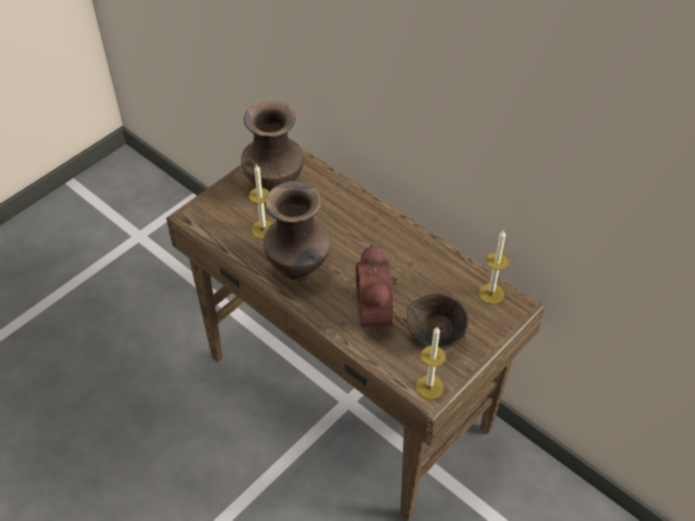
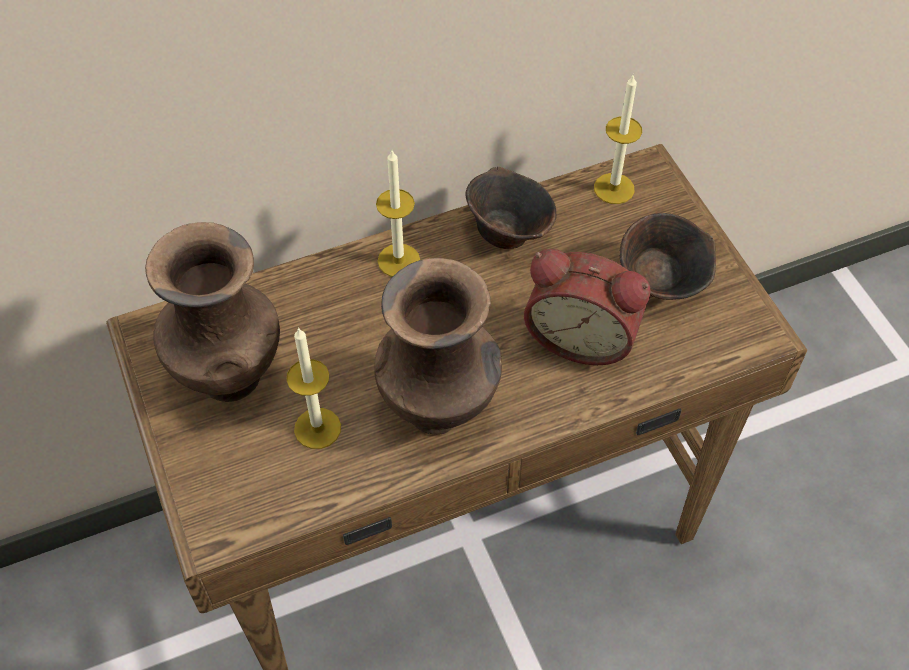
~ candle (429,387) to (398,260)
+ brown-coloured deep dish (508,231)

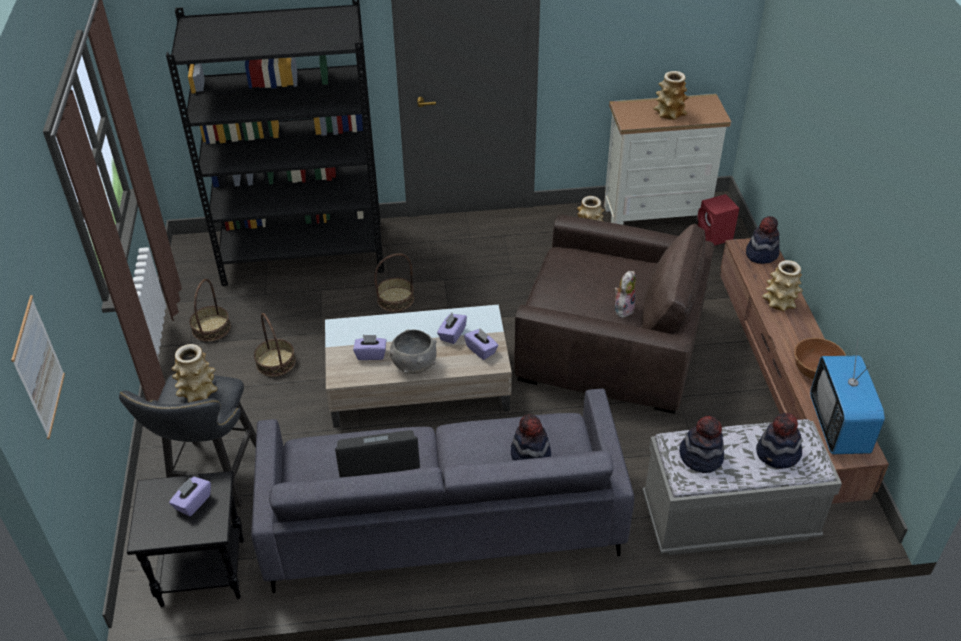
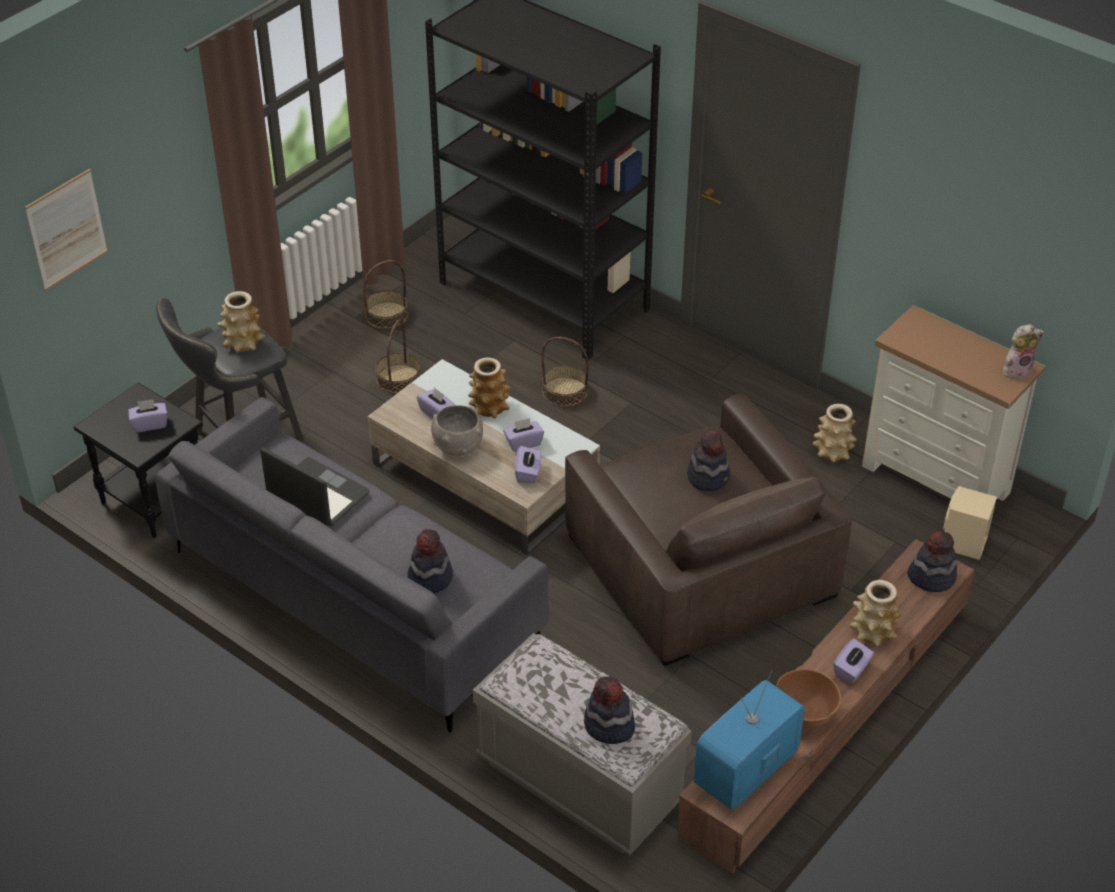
~ soft toy (623,308) to (1017,370)
~ flower vase (669,113) to (489,407)
~ hat (700,457) to (708,476)
~ red audio speaker (714,237) to sand-coloured audio speaker (963,544)
+ purple-coloured box of tissues (852,670)

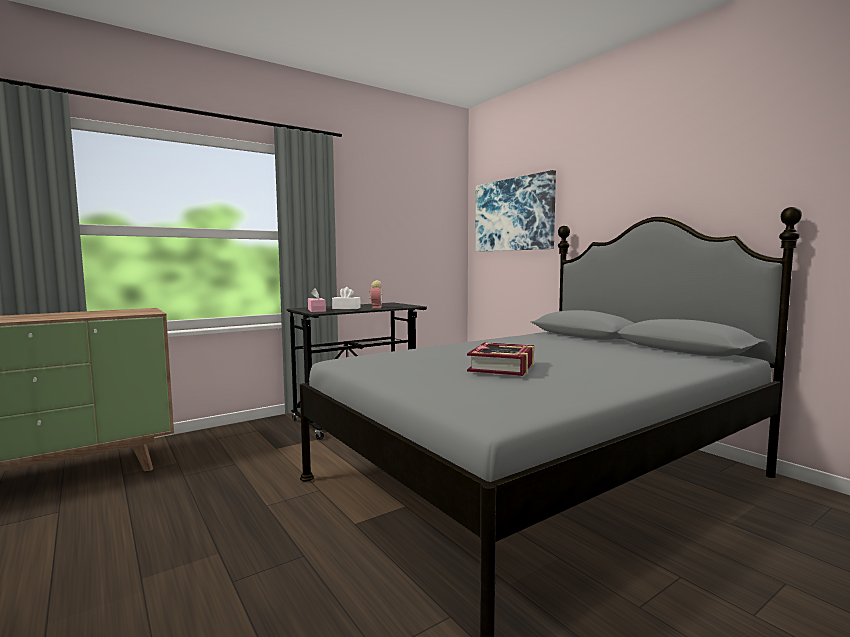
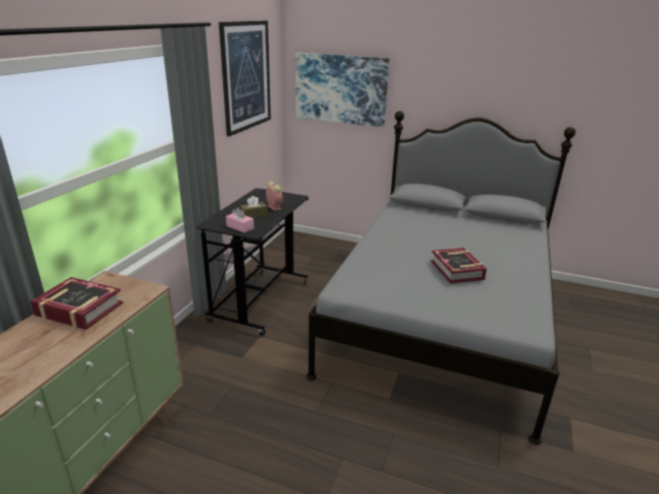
~ white-coloured box of tissues (346,308) to brown-coloured box of tissues (254,215)
+ book (79,309)
+ wall art (246,76)

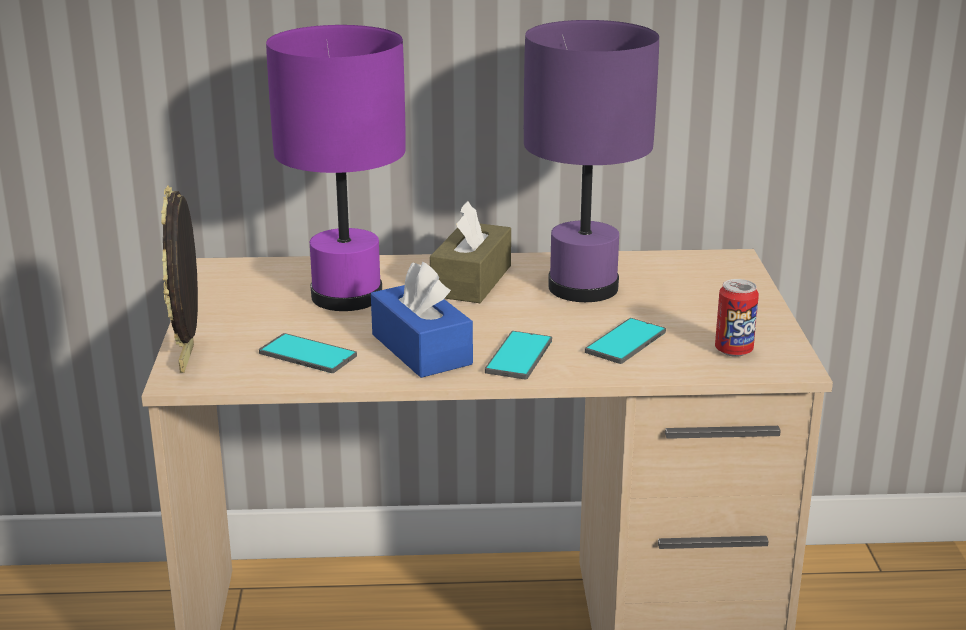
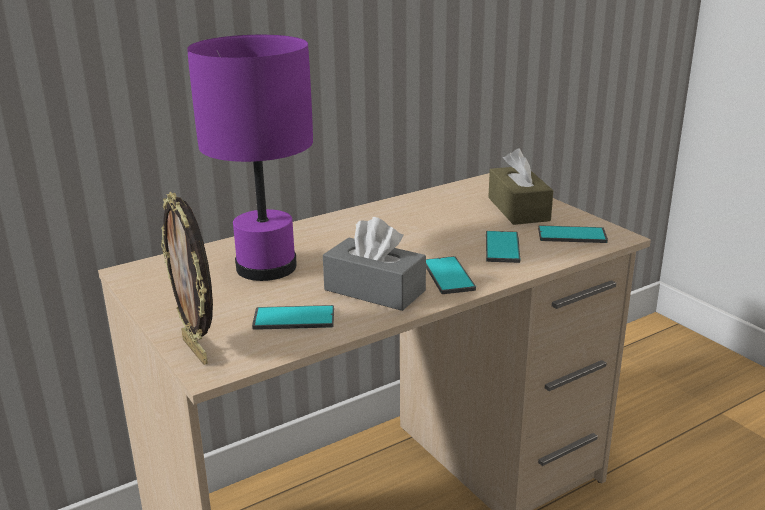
~ blue-coloured box of tissues (421,349) to grey box of tissues (374,290)
~ brown-coloured box of tissues (471,281) to (518,209)
- purple-coloured lamp for a table (583,289)
~ metal can (733,350) to handset (572,235)

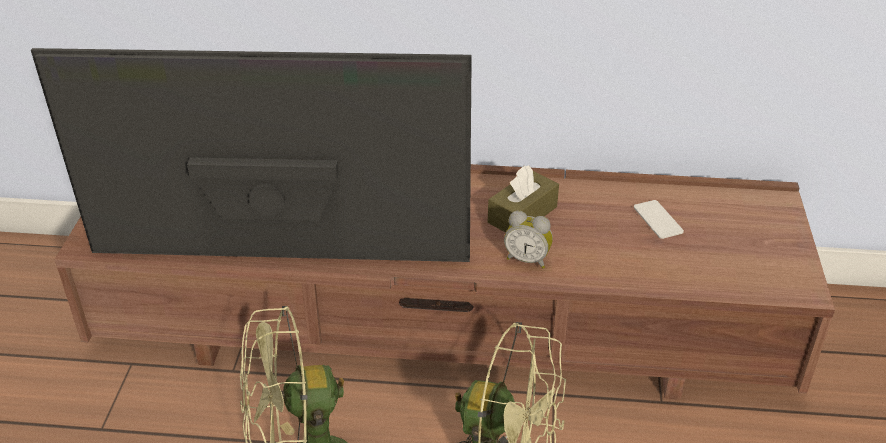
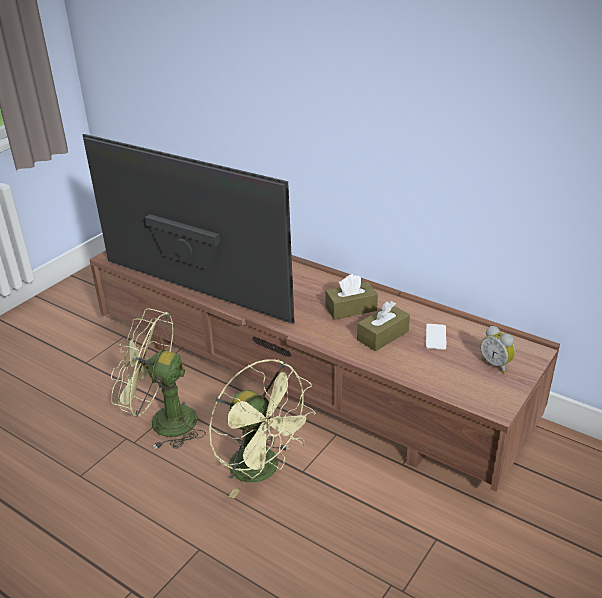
~ alarm clock (527,259) to (496,364)
+ brown-coloured box of tissues (383,335)

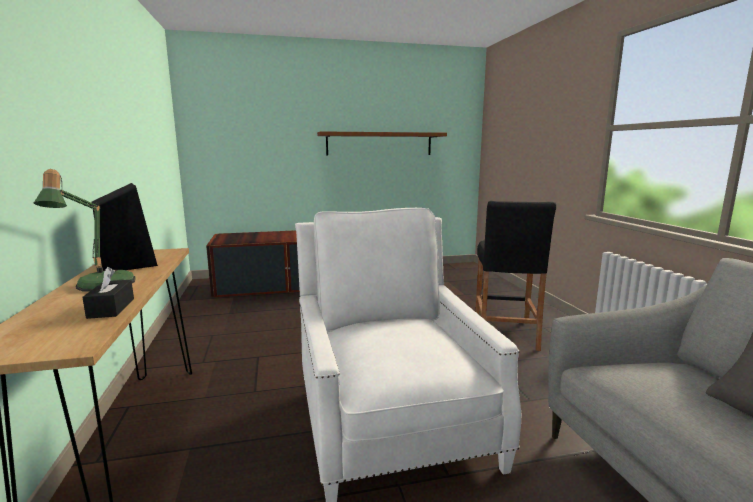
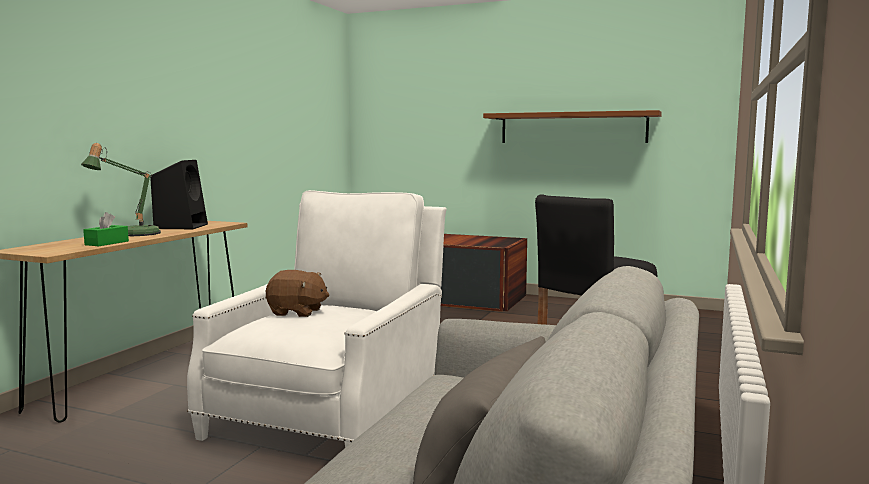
~ black-coloured box of tissues (111,308) to green-coloured box of tissues (107,243)
+ brown-coloured soft toy (297,312)

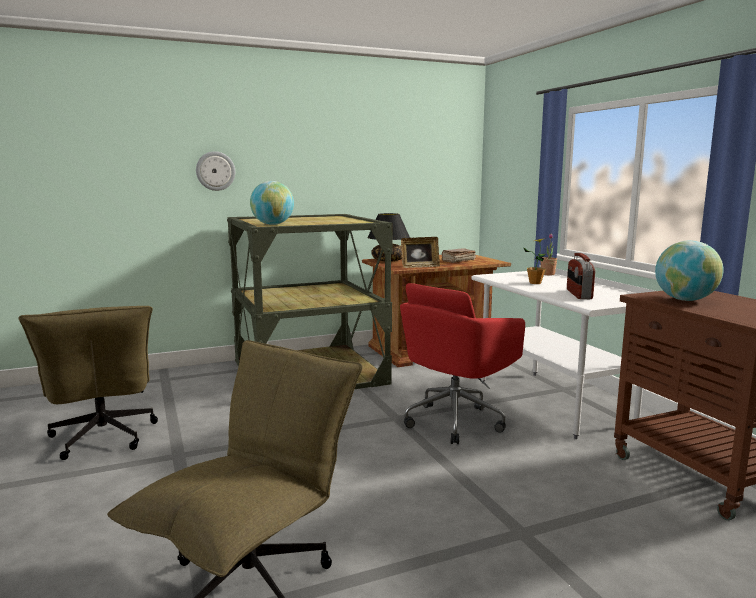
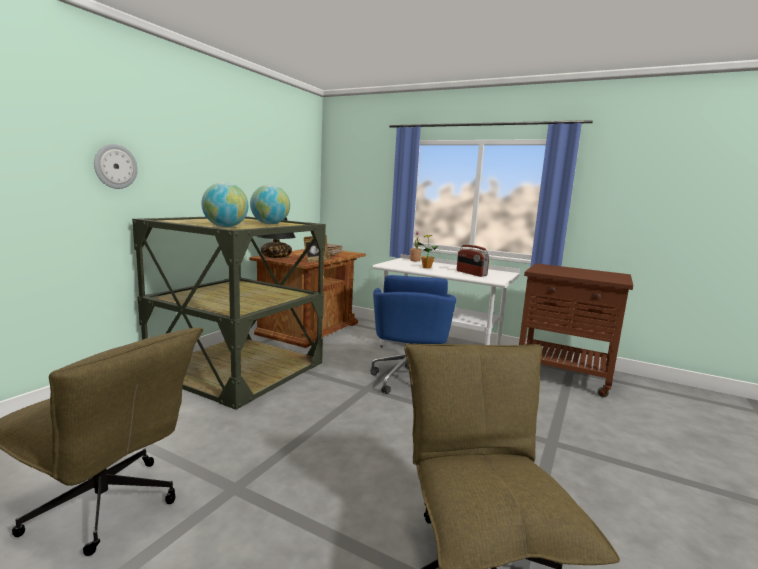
~ red office chair (457,421) to blue-coloured office chair (407,379)
~ world globe (685,300) to (270,224)

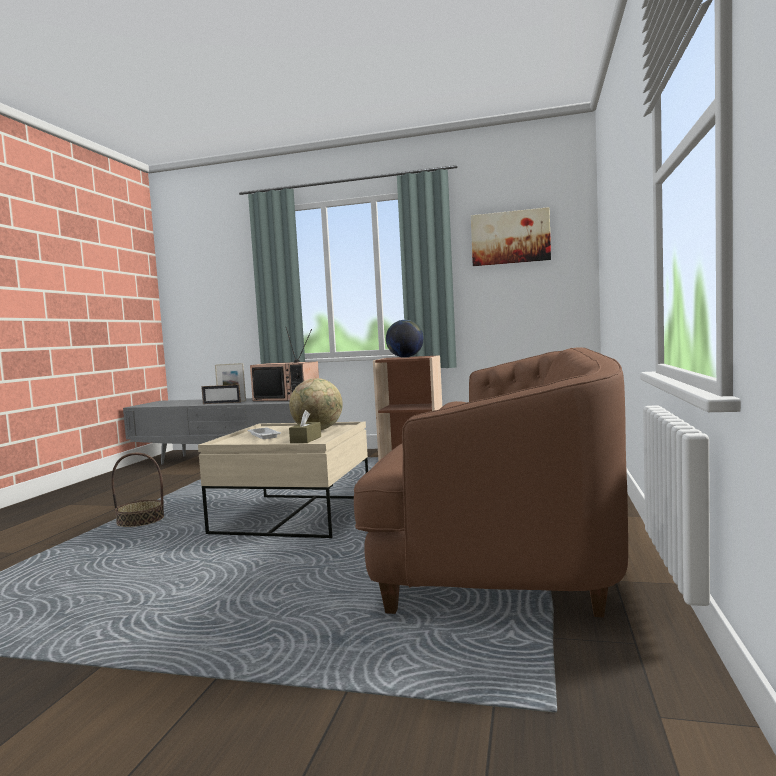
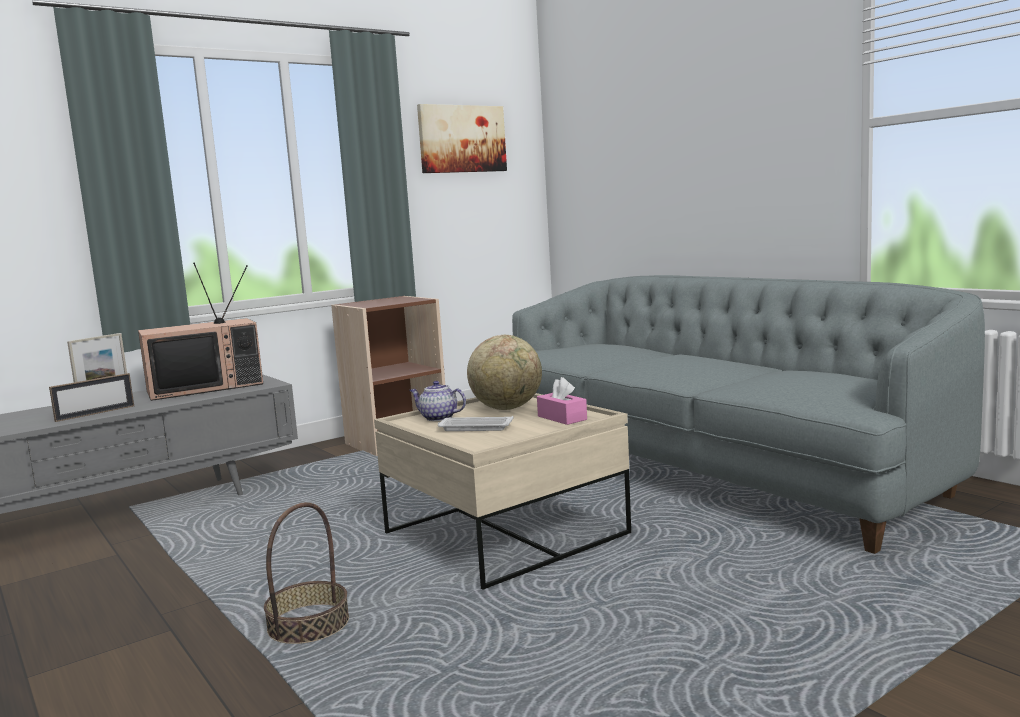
~ brown-coloured box of tissues (306,440) to pink box of tissues (562,418)
~ brown-coloured settee (506,521) to grey settee (704,466)
- world globe (405,357)
+ teapot (437,418)

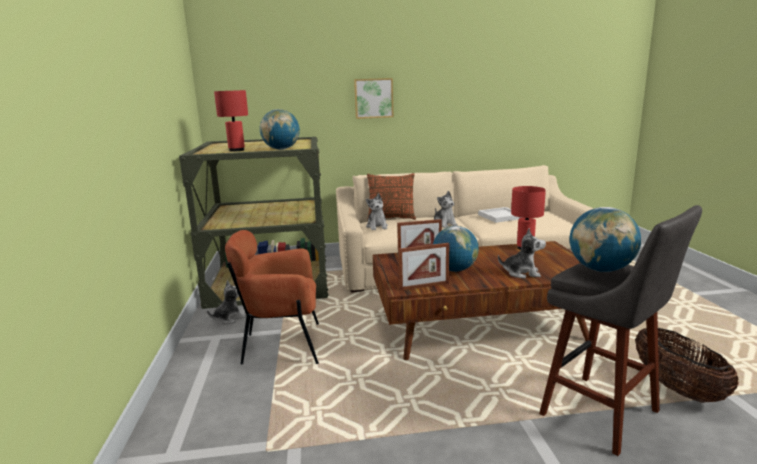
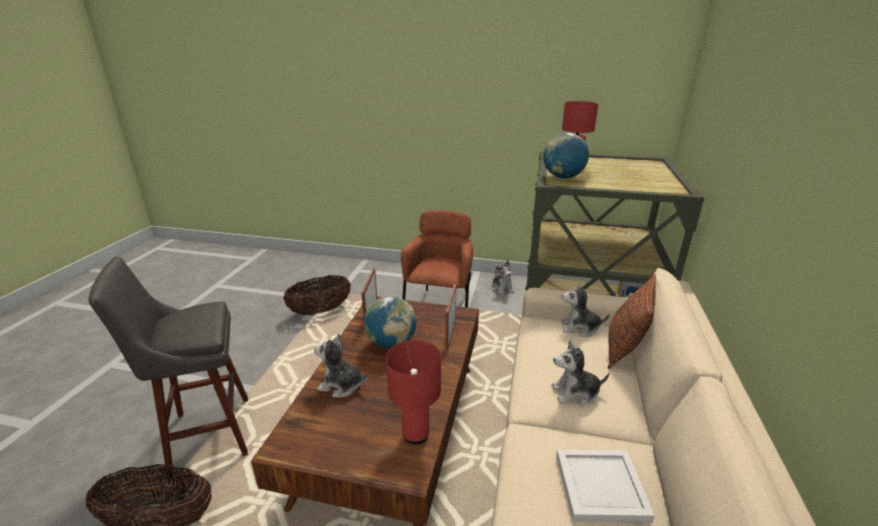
- wall art (373,98)
~ soft toy (521,273) = (341,385) 75 degrees clockwise
- world globe (601,270)
+ storage basket (320,310)

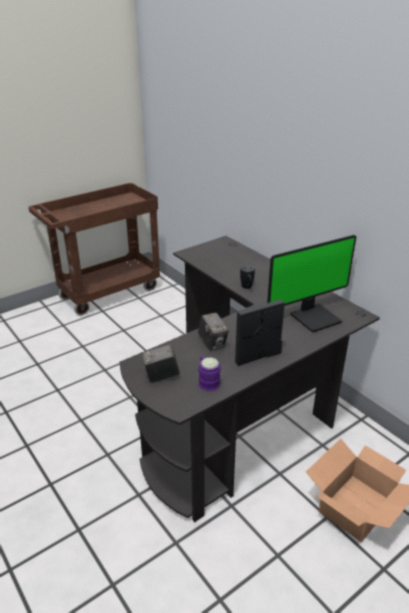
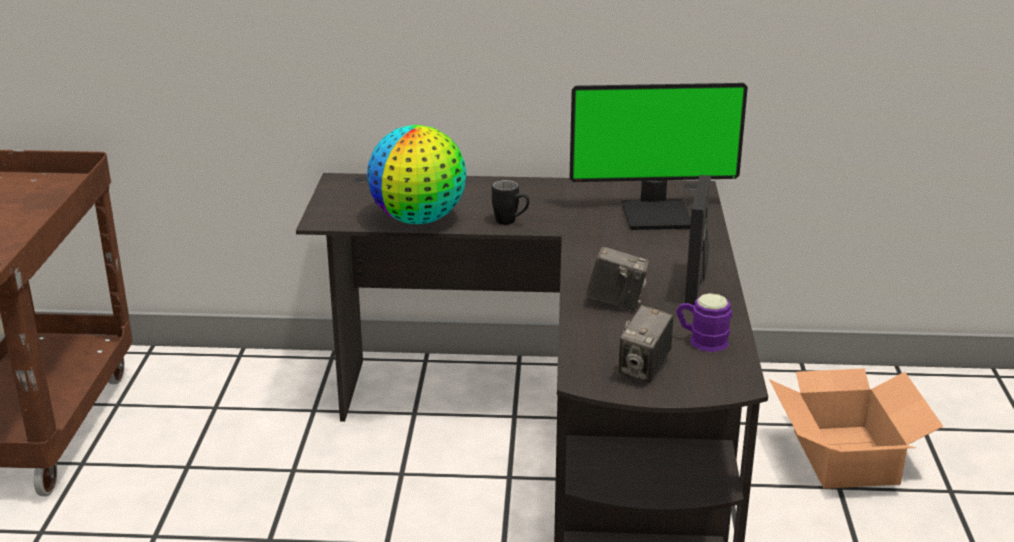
~ computer display (314,317) = (657,214) 75 degrees clockwise
+ world globe (419,219)

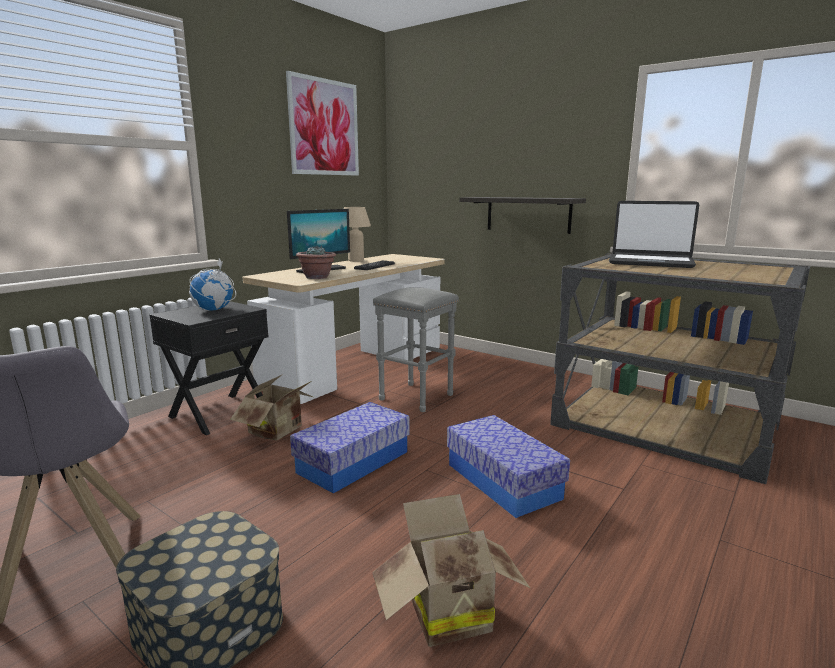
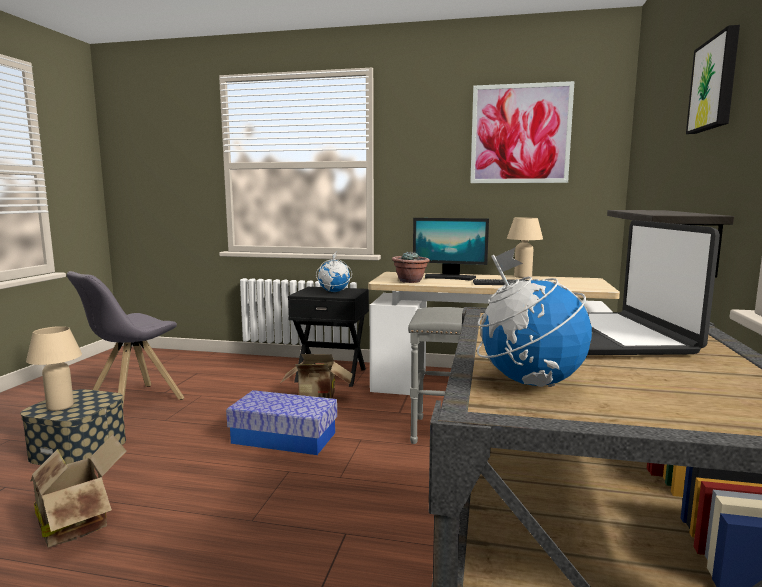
- storage box (502,481)
+ sand-coloured lamp for a table (60,407)
+ world globe (529,382)
+ wall art (715,84)

